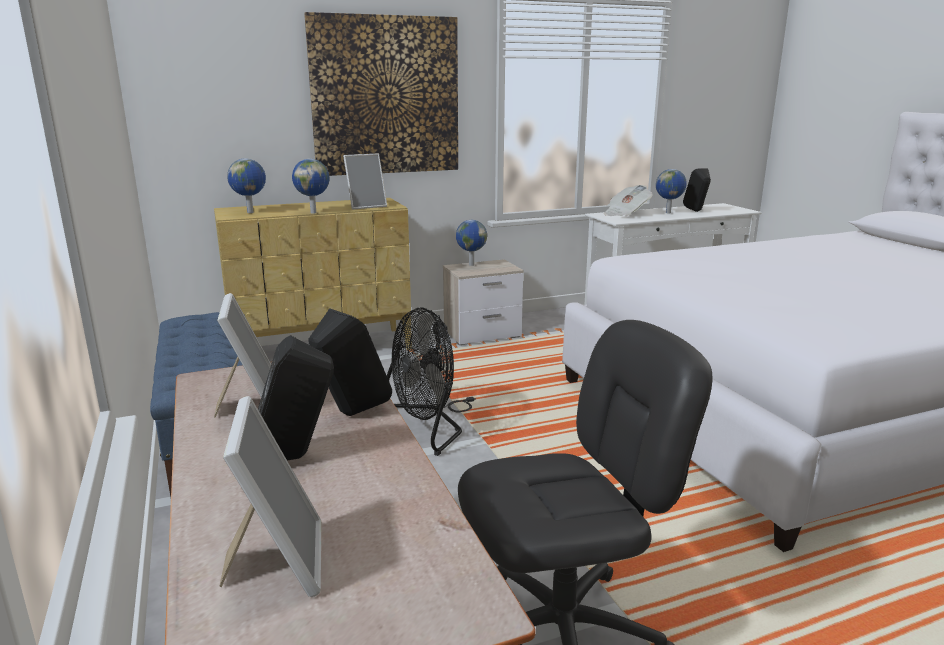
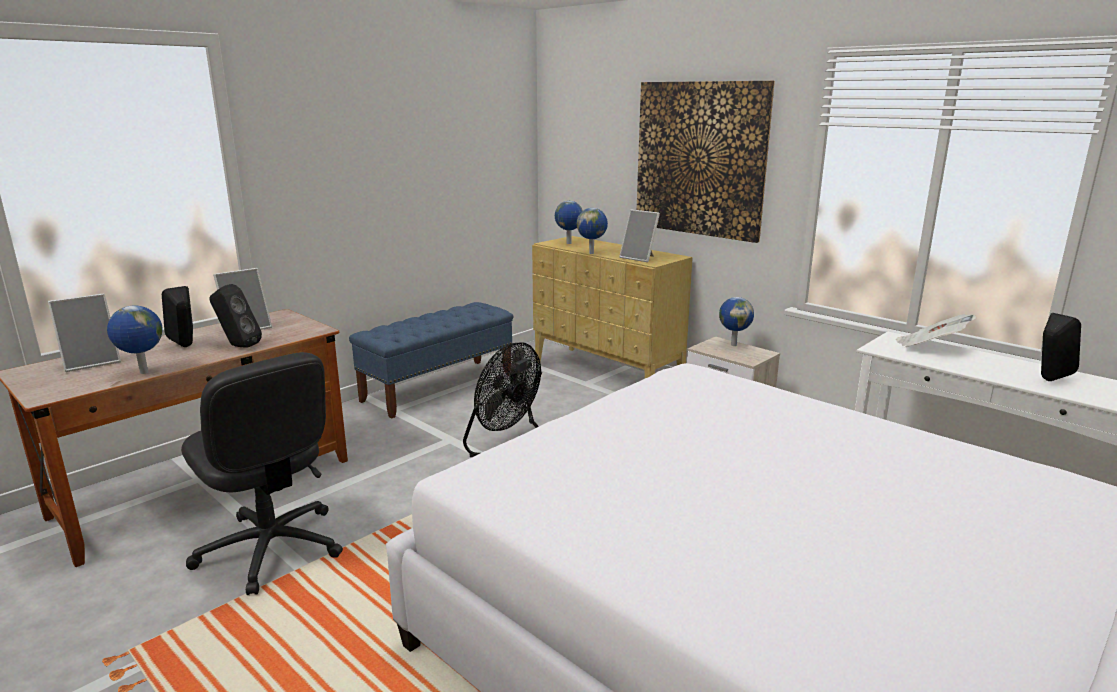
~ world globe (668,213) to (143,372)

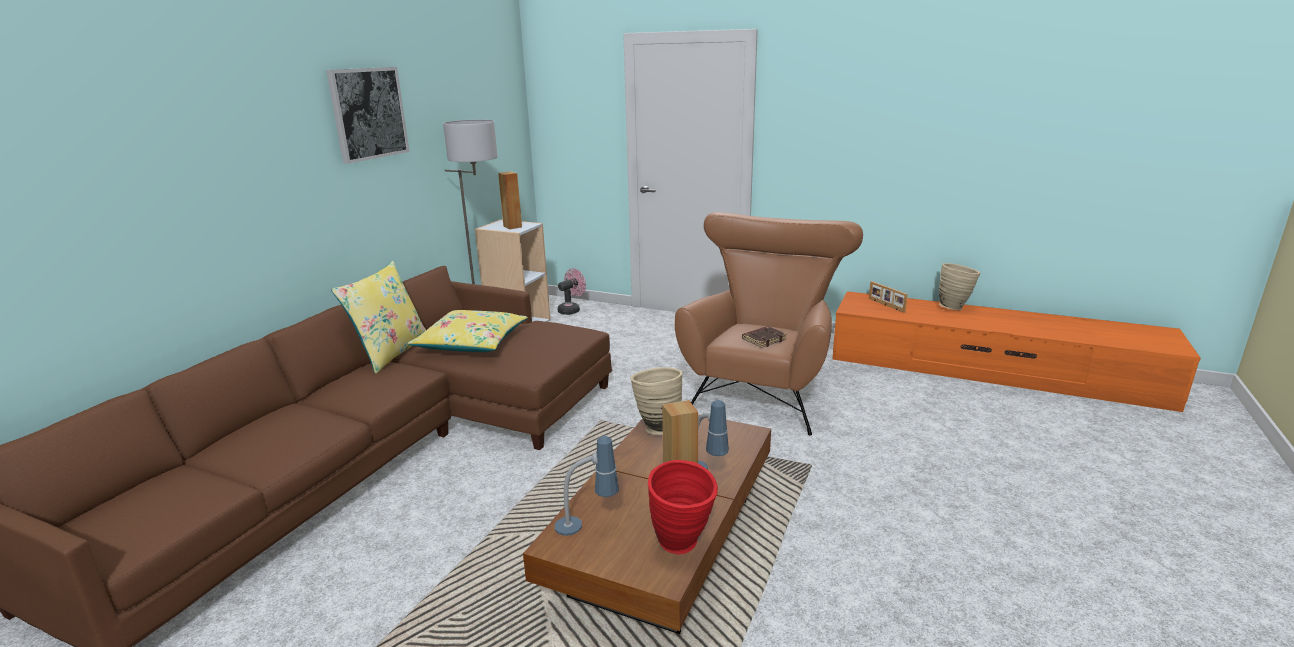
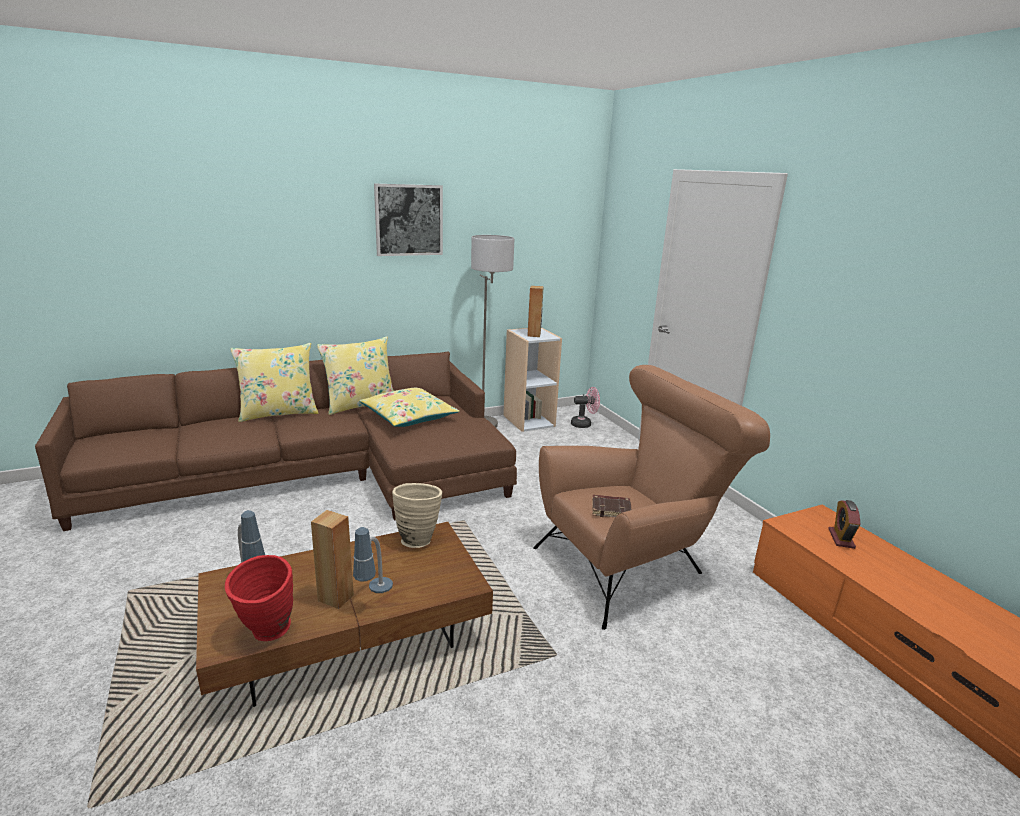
~ standing frame (885,305) to alarm clock (841,538)
- sand-coloured flower vase (954,307)
+ yellowish throw pillow (278,413)

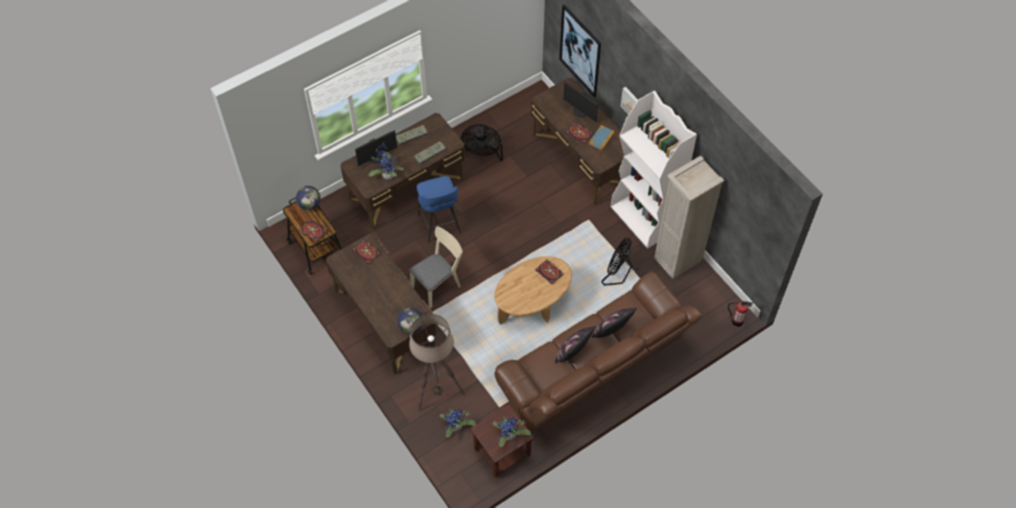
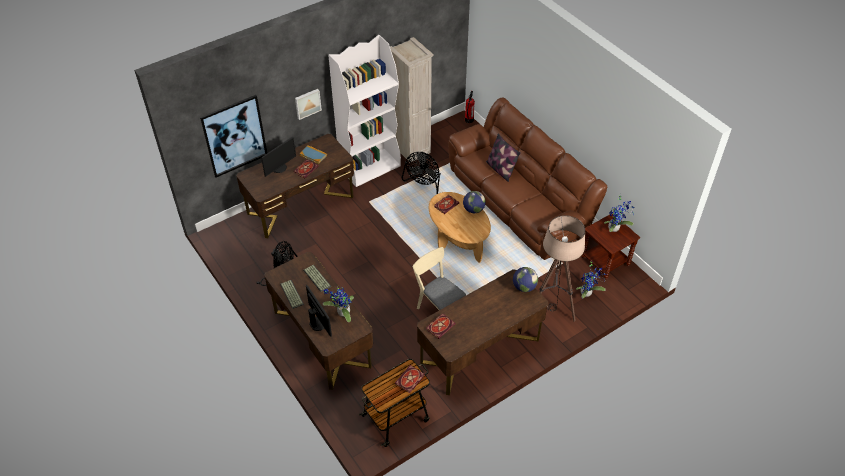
~ world globe (309,204) to (473,209)
- blue-coloured stool (440,225)
- throw pillow (573,352)

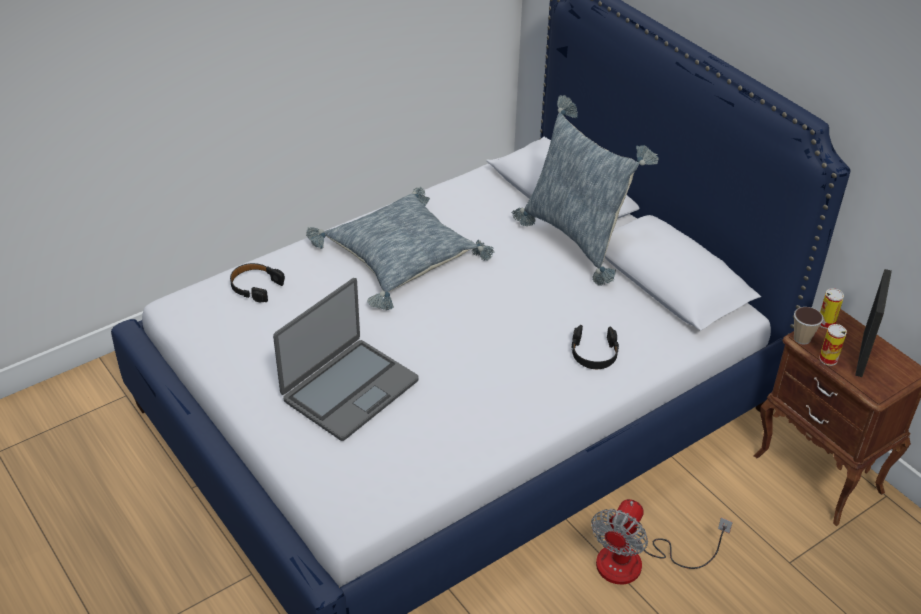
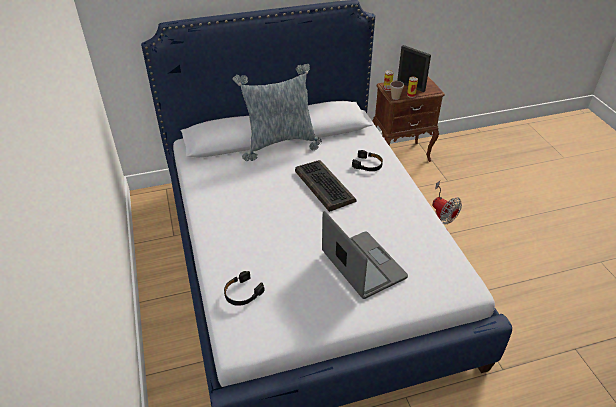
- throw pillow (399,253)
+ PC keyboard (323,186)

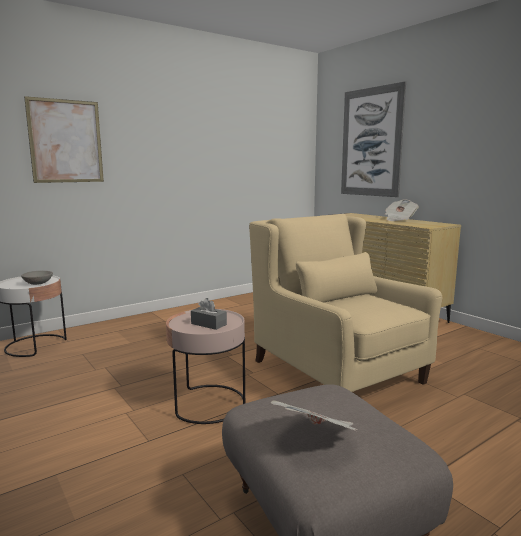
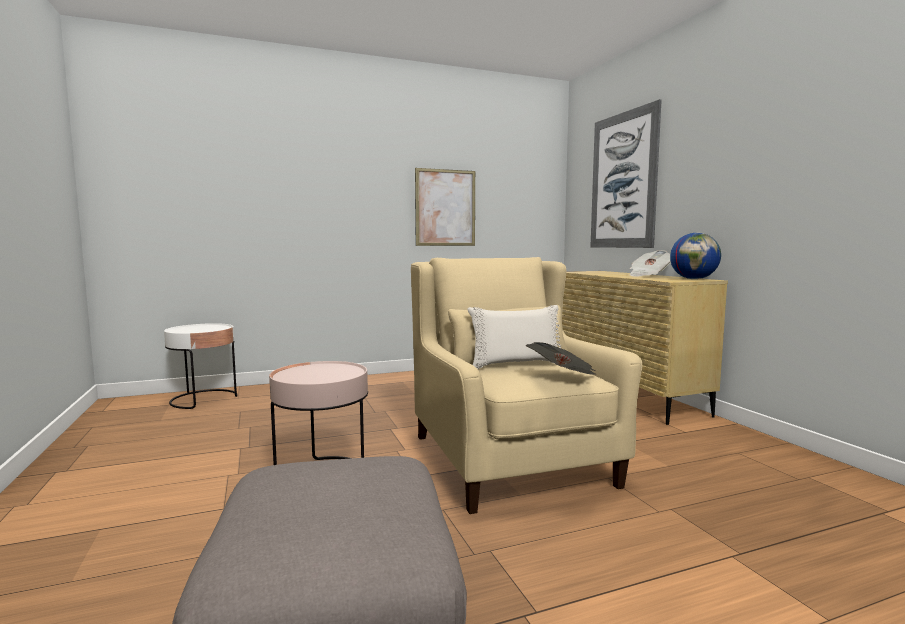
- grey deep dish (38,283)
~ wall art (66,141) to (445,207)
- grey box of tissues (208,324)
~ daily paper (317,437) to (563,378)
+ white-coloured throw pillow (515,364)
+ world globe (694,279)

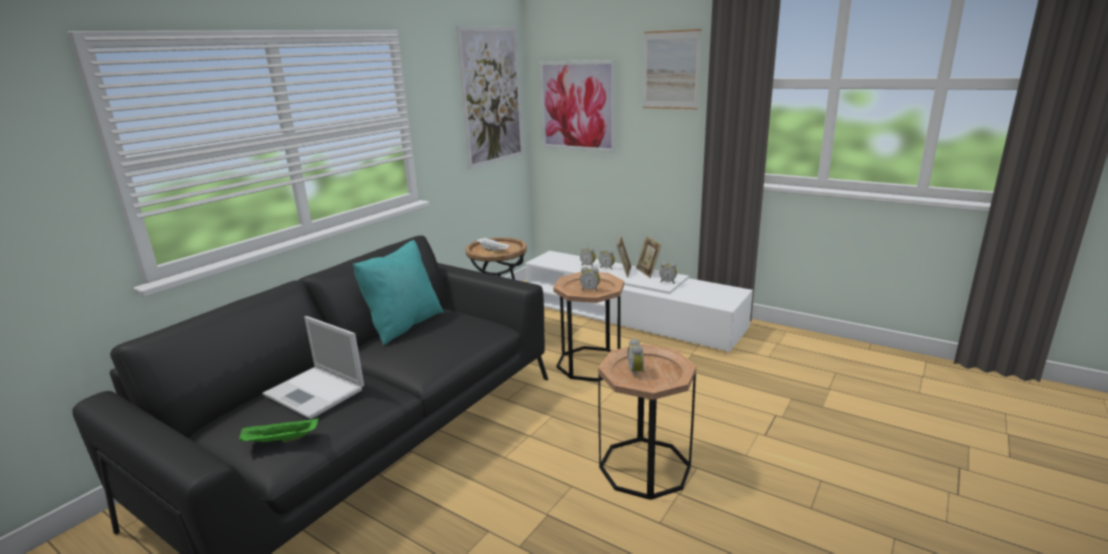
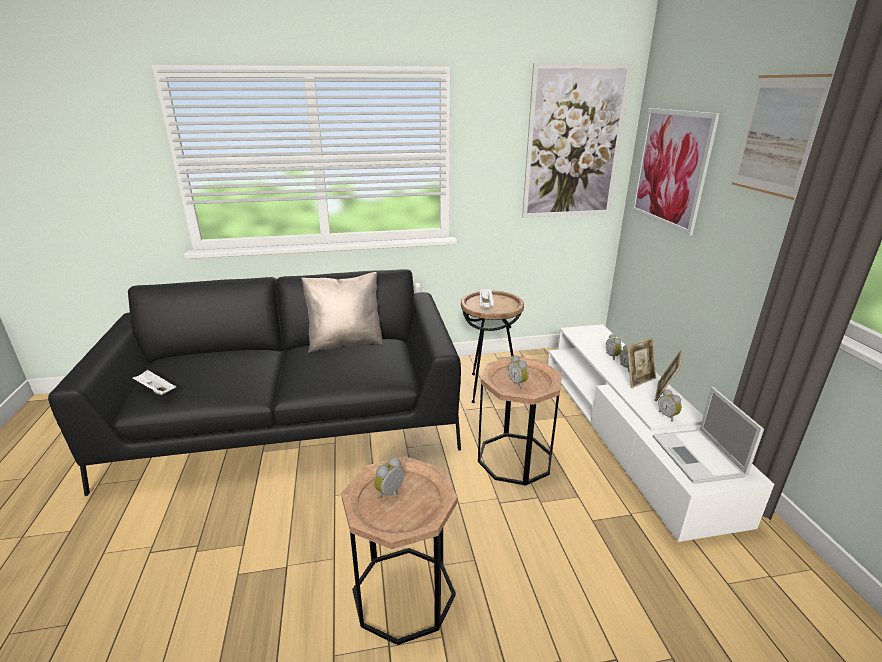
~ green-coloured serving tray (280,441) to white-coloured serving tray (155,390)
~ notebook computer (316,392) to (698,457)
~ blue-green throw pillow (403,325) to sand-coloured throw pillow (346,343)

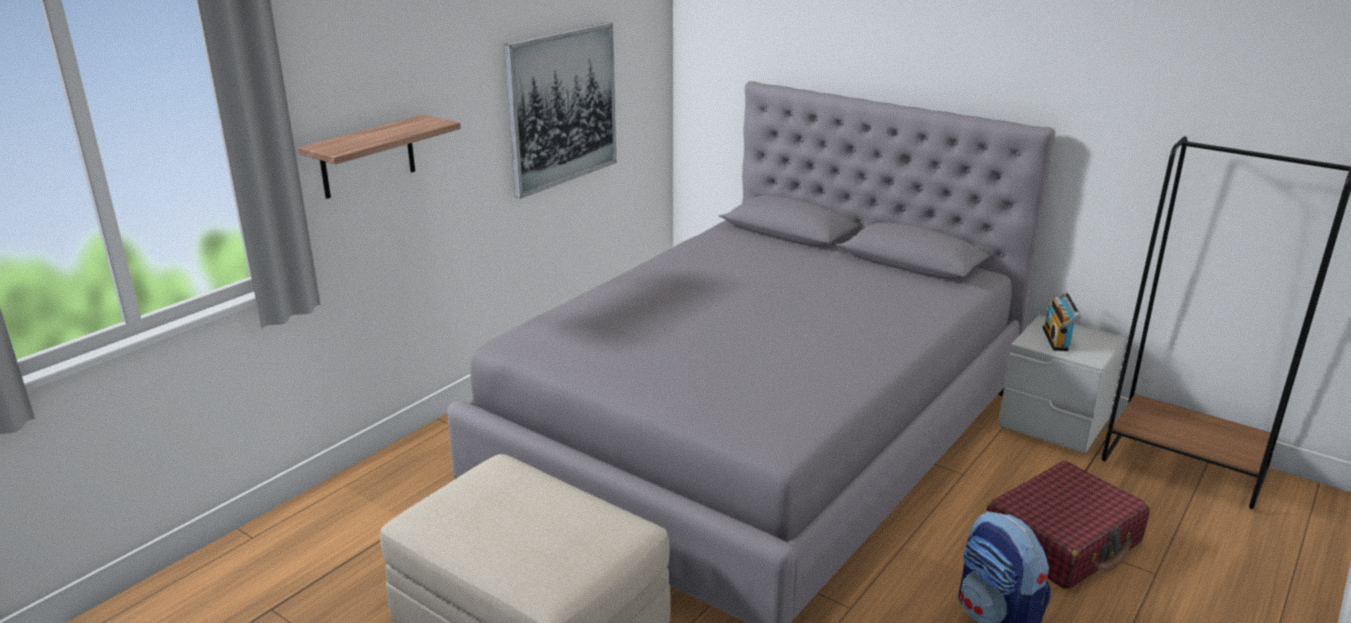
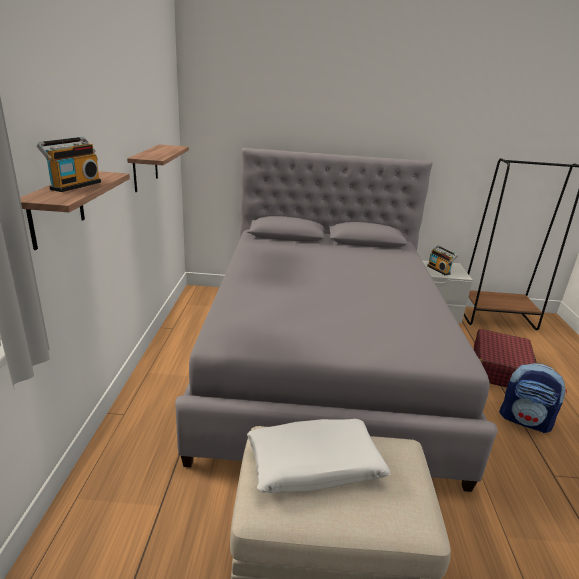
~ wall art (562,107) to wall shelf (145,167)
+ radio (74,185)
+ white-coloured throw pillow (314,465)

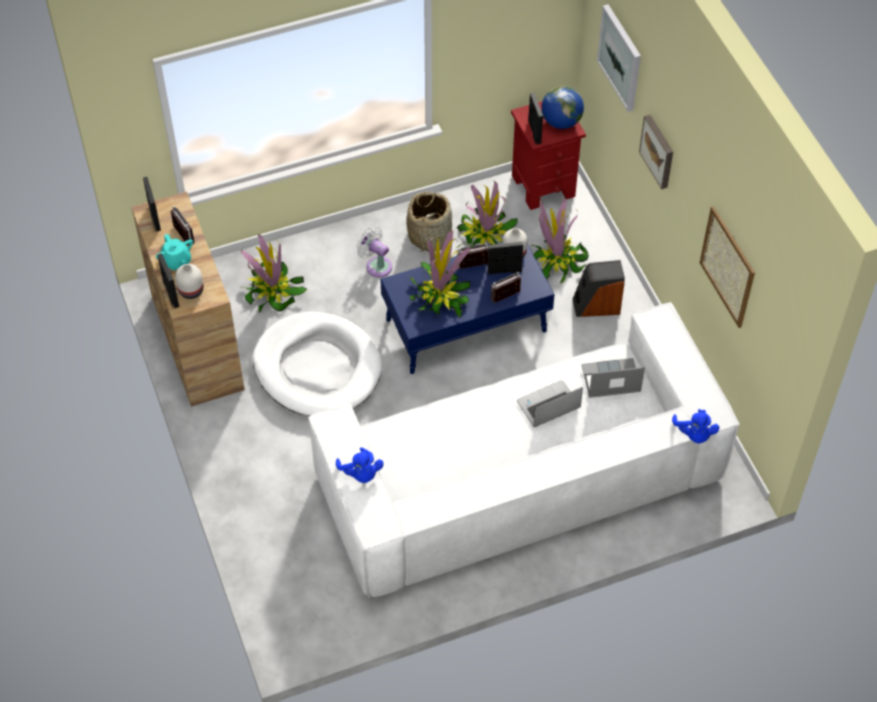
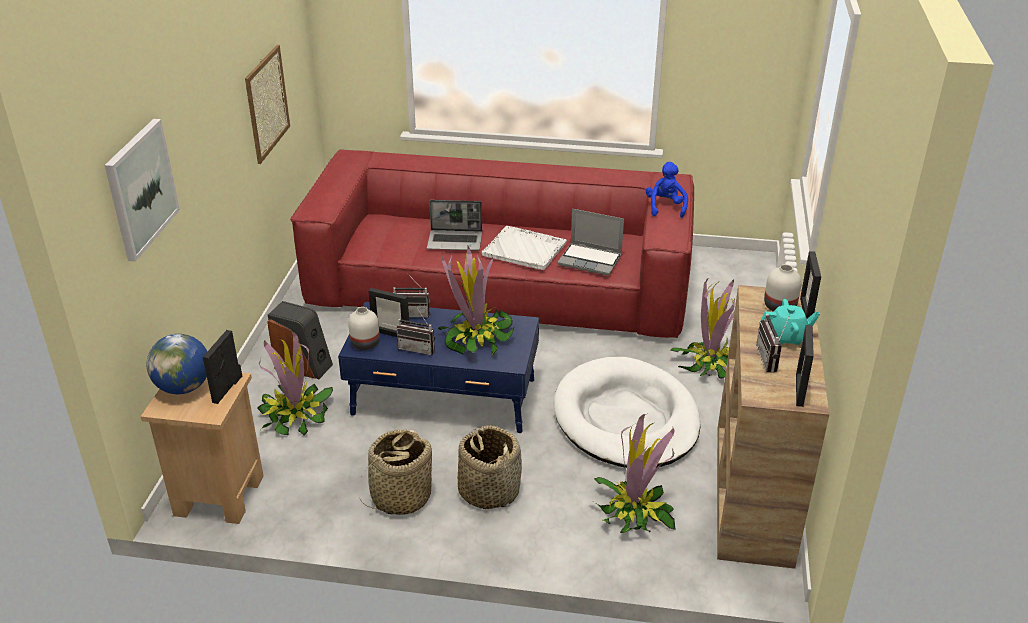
~ blue-green teapot (177,261) = (786,337) 90 degrees clockwise
~ white-coloured settee (519,476) to red settee (500,284)
~ white-coloured cooling fan (376,265) to storage basket (489,490)
~ potted plant (484,237) to (711,364)
~ red bedside table (544,186) to sand-coloured bedside table (219,494)
~ notebook computer (610,380) to (591,260)
- wall art (658,151)
- blue-coloured soft toy (694,434)
+ white-coloured serving tray (525,250)

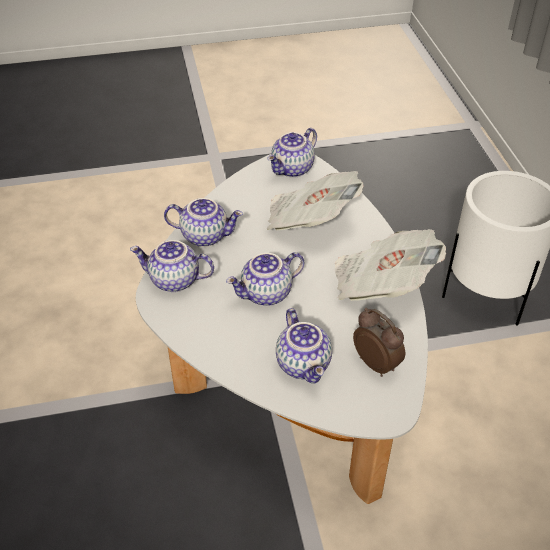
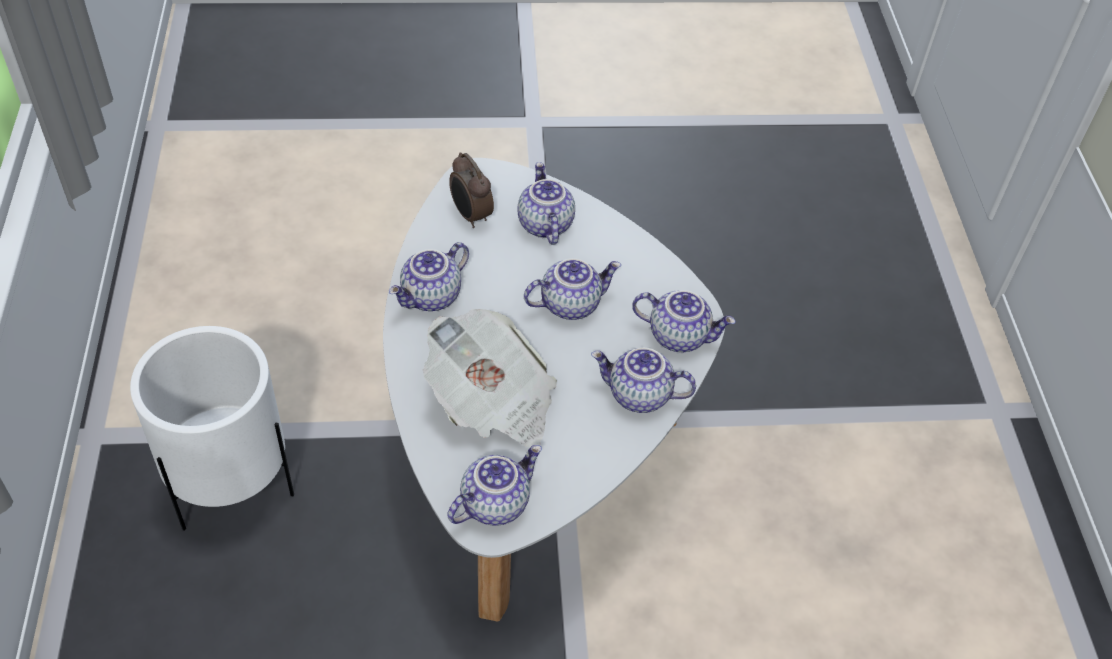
~ daily paper (381,284) to teapot (431,297)

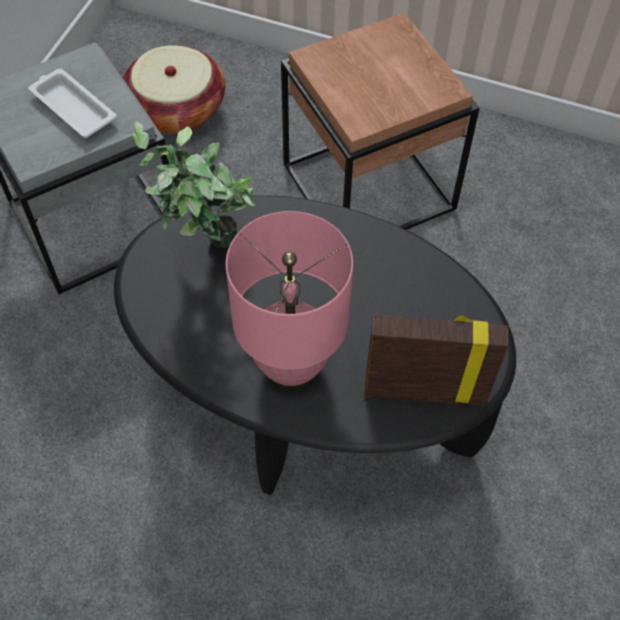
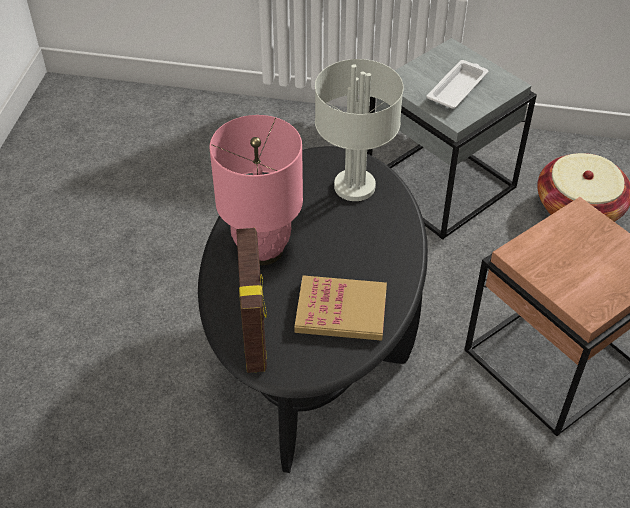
~ potted plant (205,248) to grey lamp for a table (354,185)
+ book (341,311)

